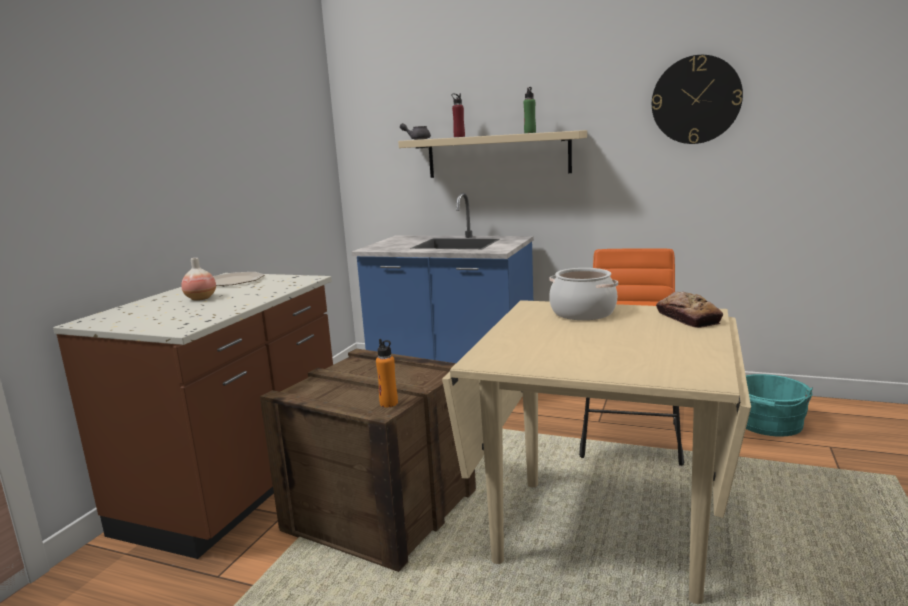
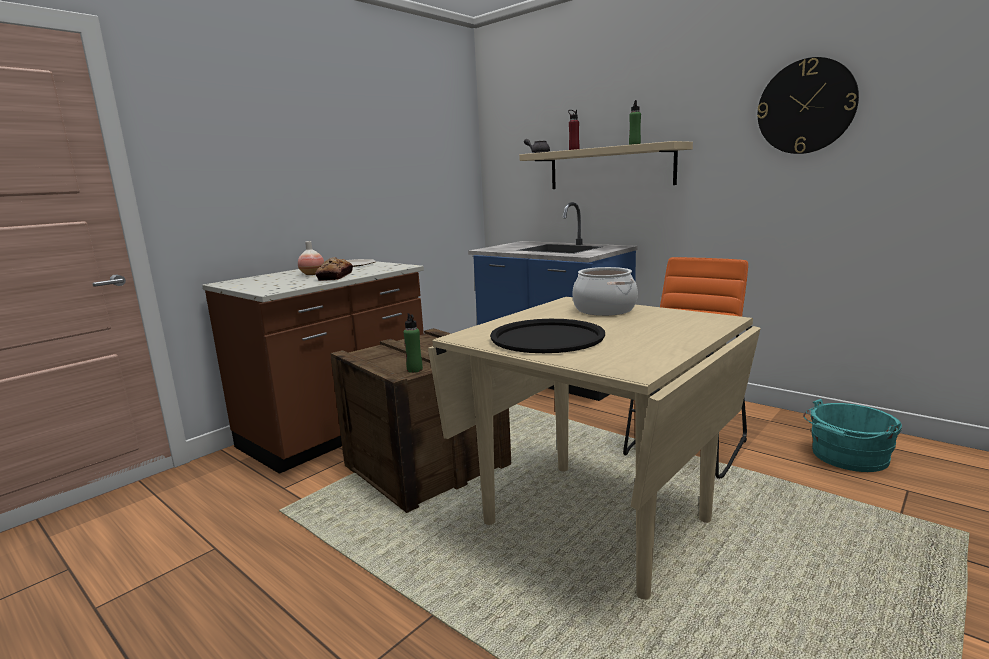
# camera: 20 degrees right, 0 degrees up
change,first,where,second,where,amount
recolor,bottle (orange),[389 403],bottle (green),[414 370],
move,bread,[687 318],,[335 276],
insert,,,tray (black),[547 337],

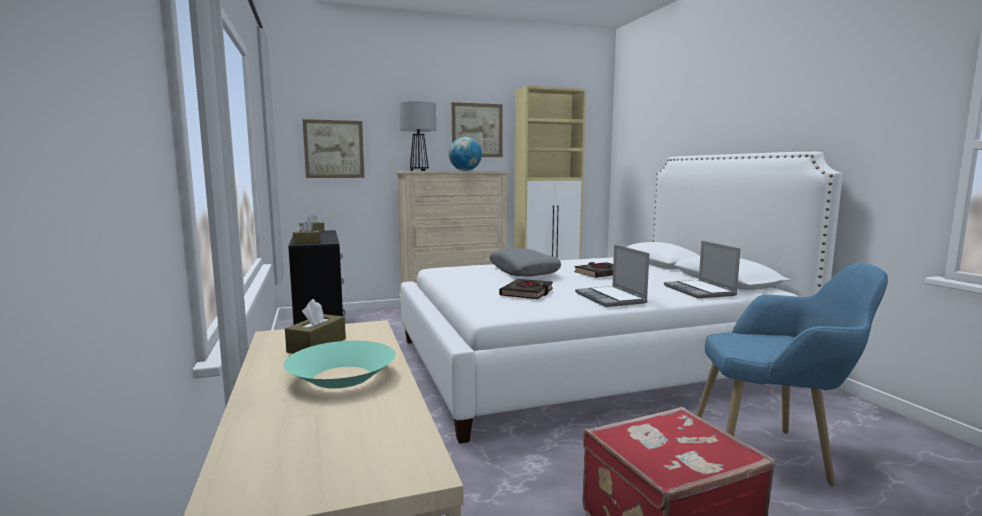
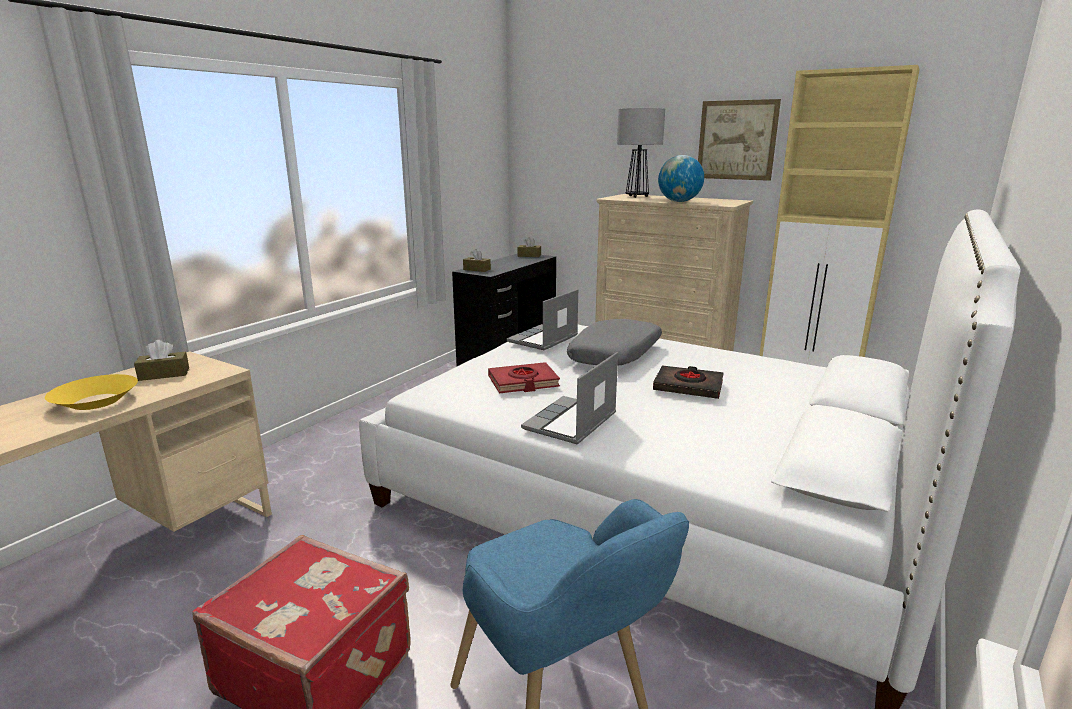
# camera: 50 degrees right, 10 degrees up
change,first,where,second,where,amount
recolor,bowl (turquoise),[342 377],bowl (yellow),[95 401],
delete,picture,[334 149],,,
recolor,book (black),[527 293],book (red),[523 382],
move,laptop,[700 291],,[543 339],

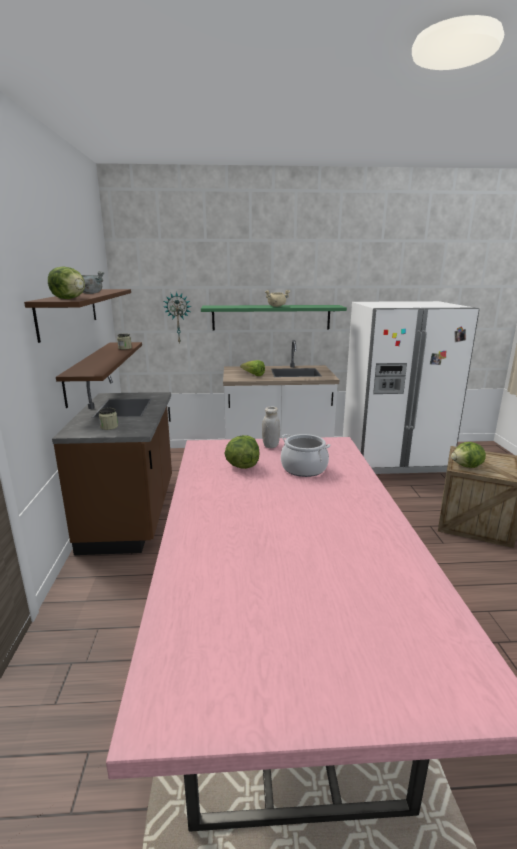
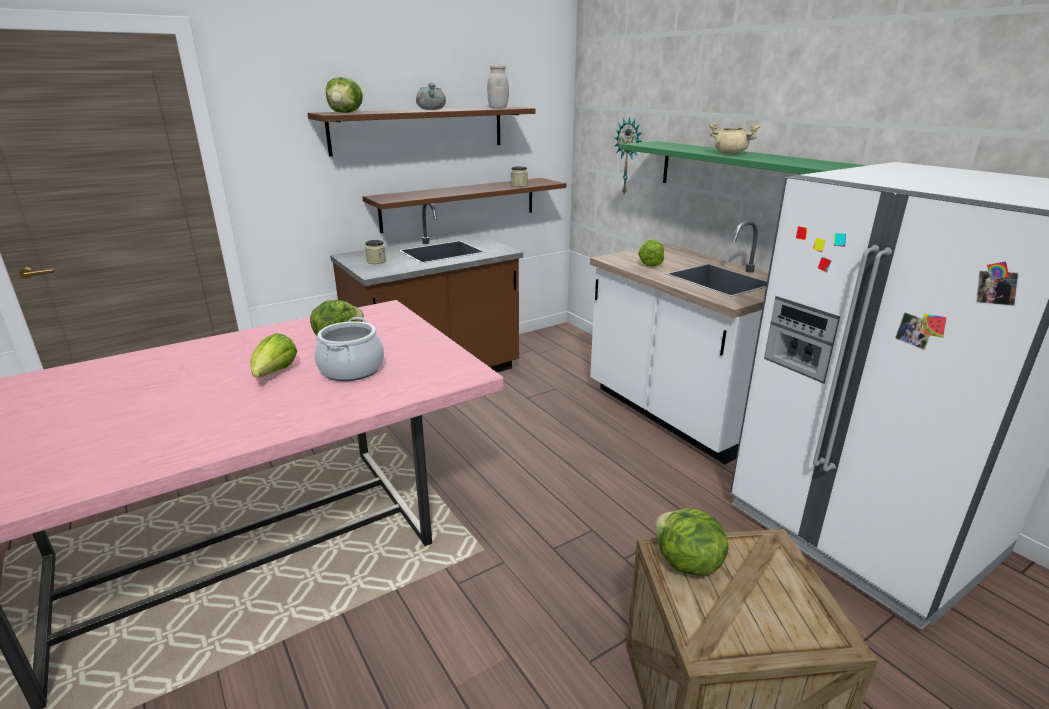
# camera: 60 degrees right, 5 degrees up
change,first,where,second,where,amount
move,jar (white),[270 445],,[498 108],
insert,,,lettuce,[274 374],

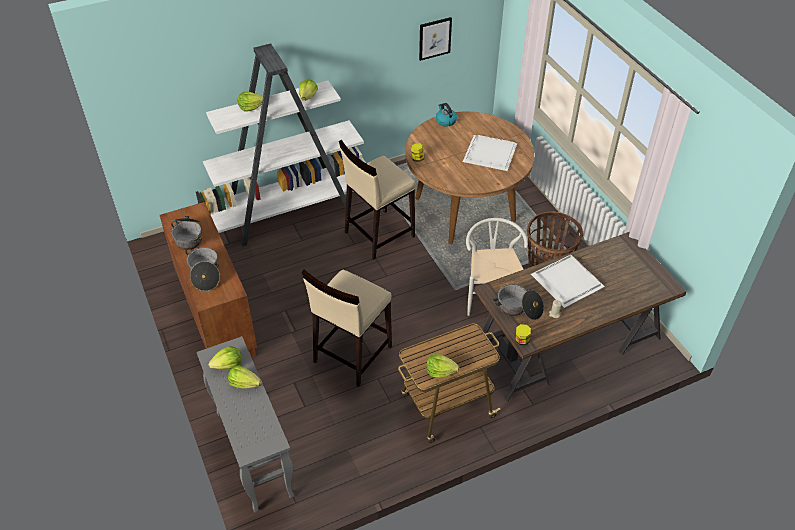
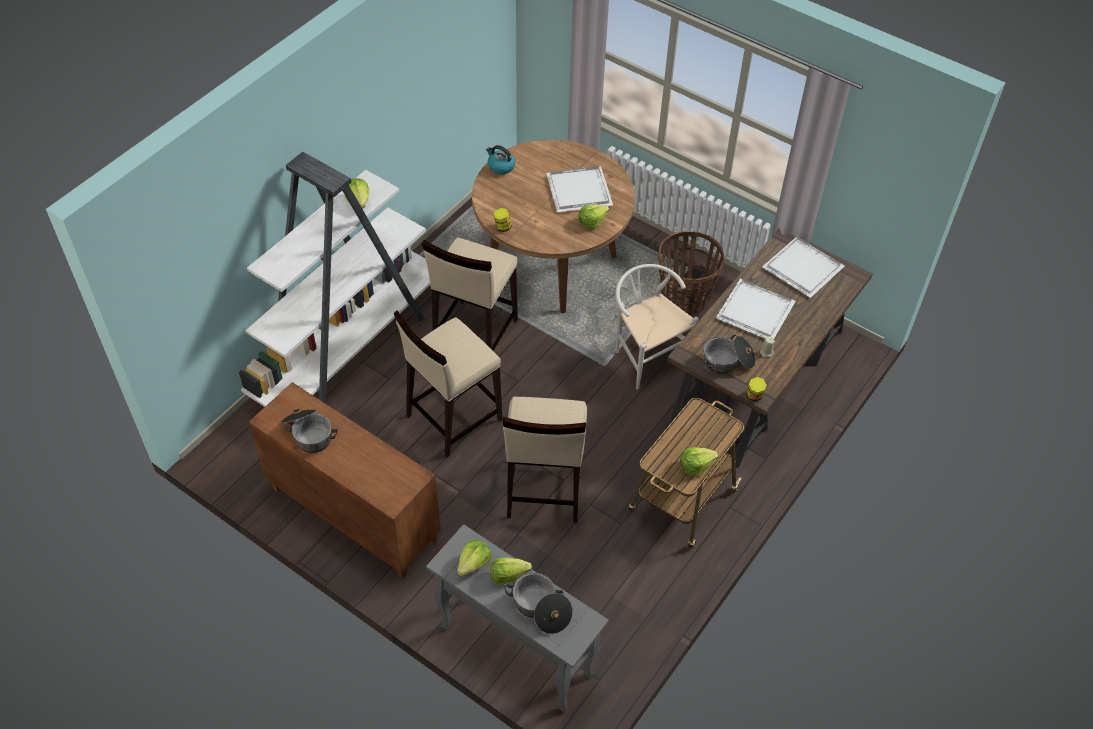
# camera: 30 degrees left, 5 degrees up
change,first,where,second,where,amount
move,cooking pot,[205 274],,[540 608],
move,lettuce,[251 107],,[592 221],
delete,picture,[435 38],,,
insert,,,stool (beige),[452 418],
insert,,,tray (white),[801 268],

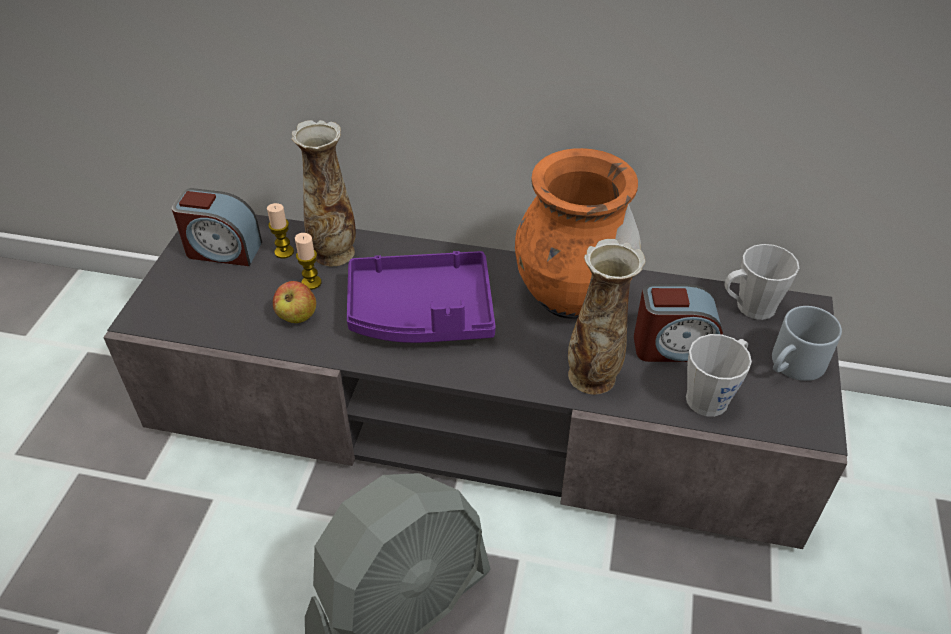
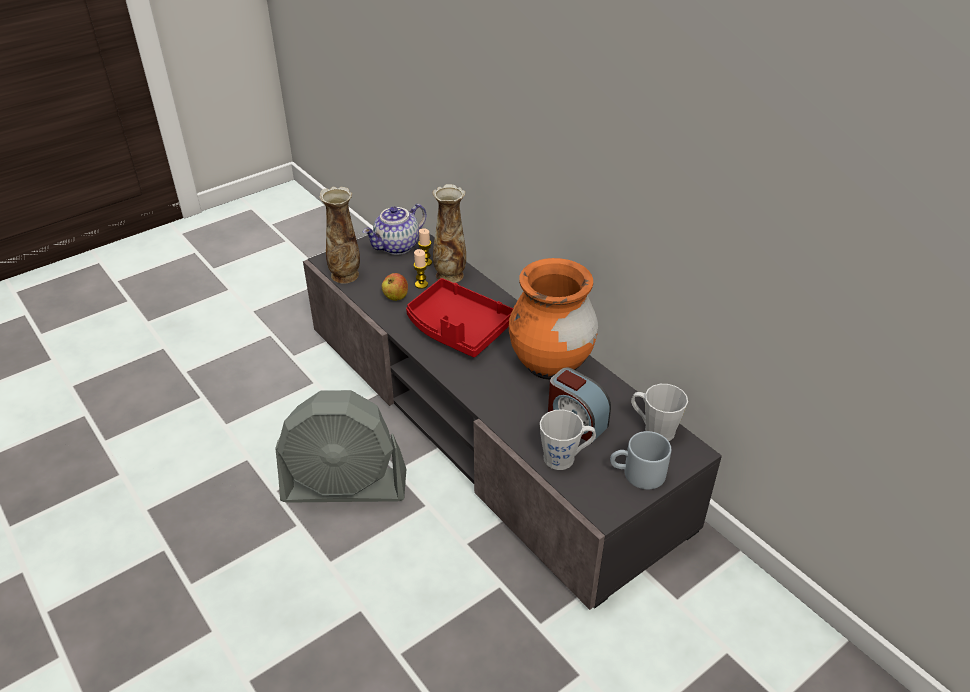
# camera: 40 degrees right, 5 degrees down
change,first,where,second,where,amount
replace,alarm clock,[222 250],teapot,[397 247],
recolor,tray (purple),[422 313],tray (red),[458 329],
move,vase,[593 377],,[345 275],

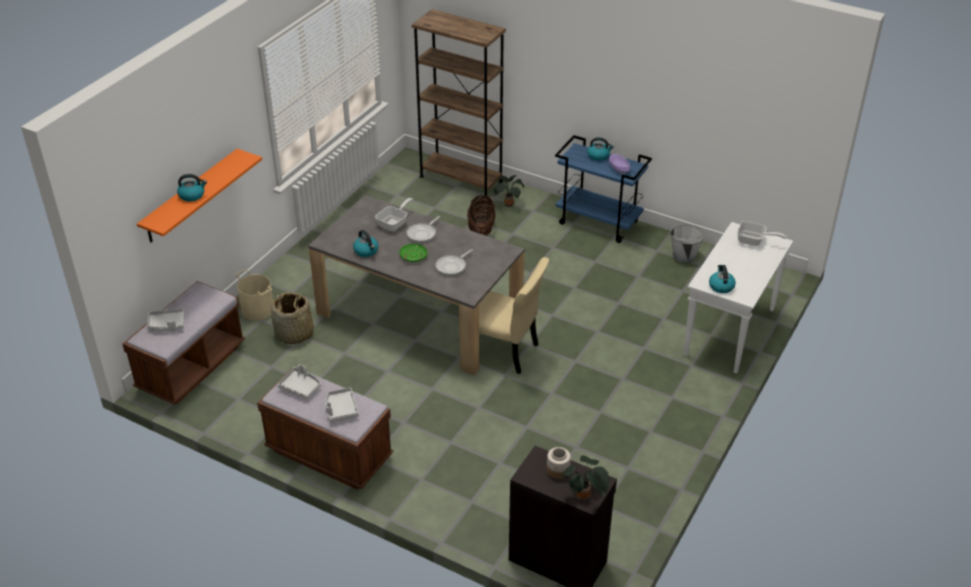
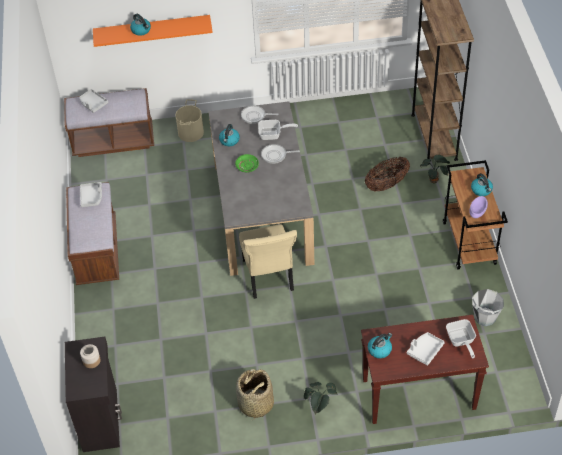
# camera: 55 degrees right, 10 degrees up
change,first,where,second,where,amount
move,basket,[294 334],,[255 404],
move,tray (grey),[341 409],,[425 350],
move,frying pan,[452 266],,[255 116],
recolor,cart (blue),[599 222],cart (brown),[469 243],
move,potted plant,[584 498],,[320 407],
recolor,console table (white),[729 333],console table (brown),[418 395],

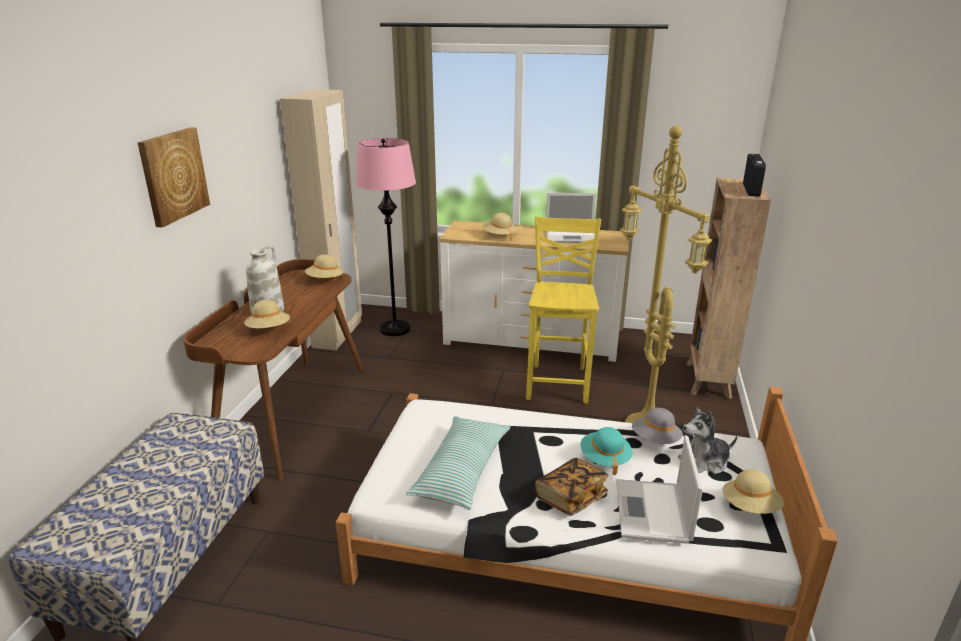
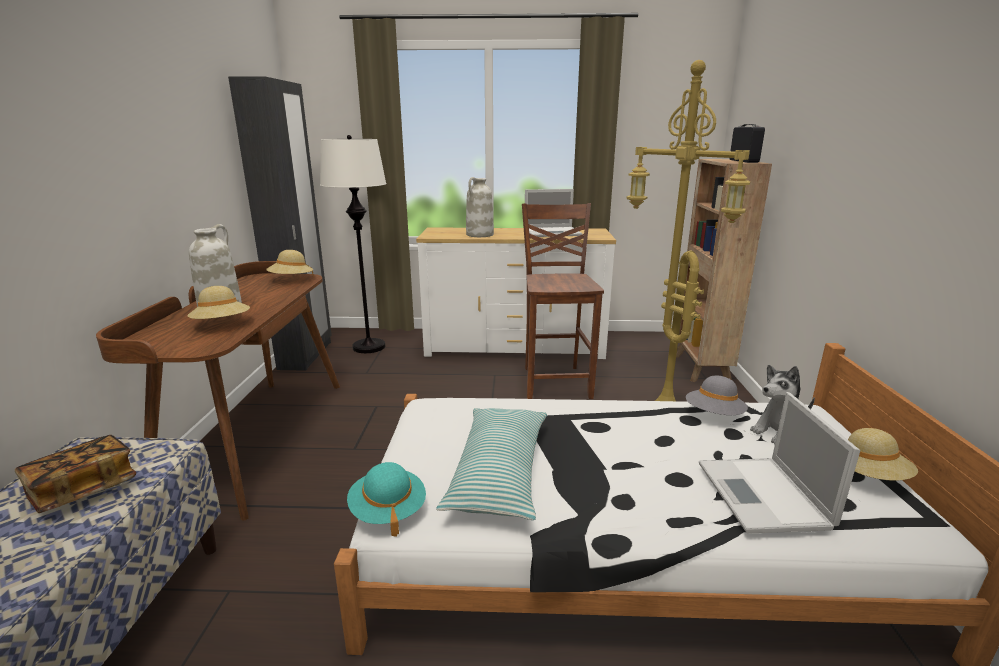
# camera: 10 degrees left, 5 degrees down
change,first,where,second,where,amount
delete,picture,[173 175],,,
recolor,wardrobe (beige),[338 334],wardrobe (black),[306 355],
recolor,floor lamp (pink),[395 329],floor lamp (white),[369 347],
replace,hat (beige),[499 236],vase (white),[479 235],
recolor,chair (yellow),[558 382],chair (brown),[556 382],
move,book,[570 497],,[83 489],
move,hat (turquoise),[605 458],,[388 511],

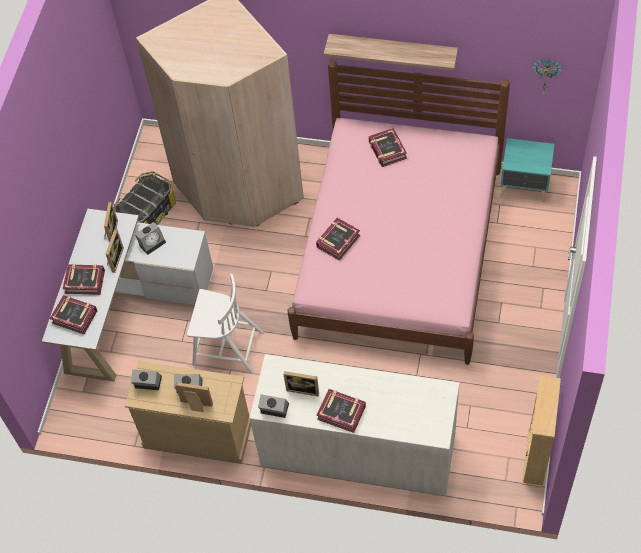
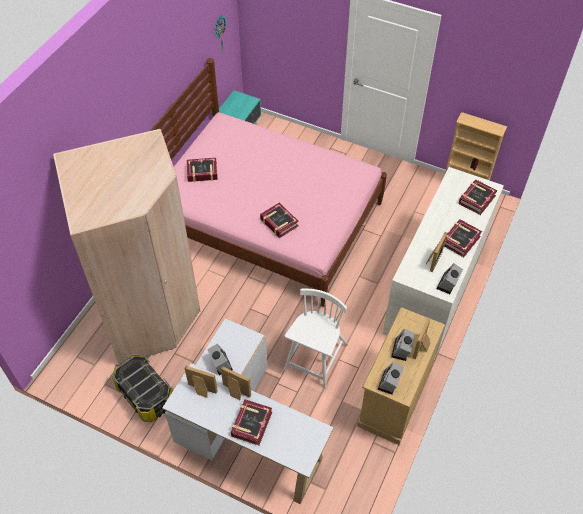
# camera: 80 degrees left, 5 degrees down
change,first,where,second,where,amount
move,book,[75 316],,[476 199],
delete,shelf,[392 49],,,

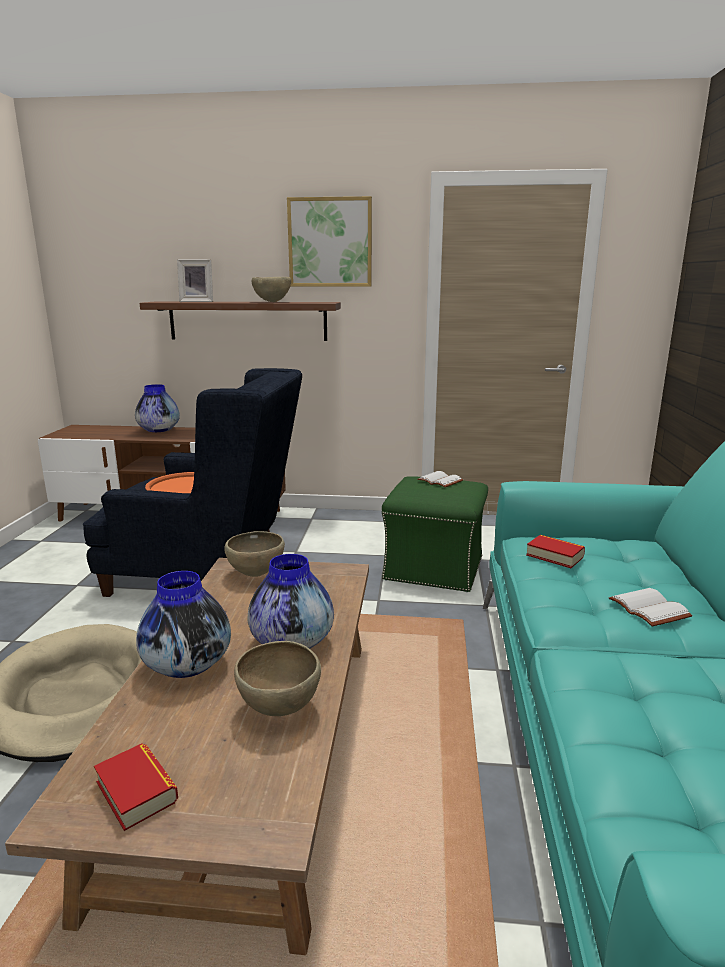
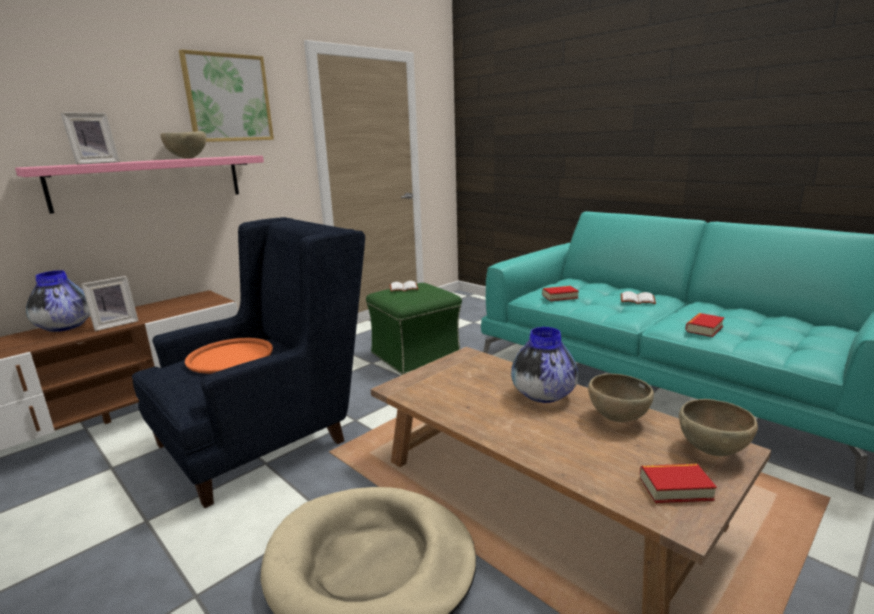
# camera: 50 degrees left, 0 degrees up
change,first,where,second,where,amount
delete,vase,[187 665],,,
recolor,shelf (brown),[247 321],shelf (pink),[150 182],
move,bowl (brown),[256 574],,[712 451],
insert,,,picture frame,[115 324],
insert,,,book,[704 329],

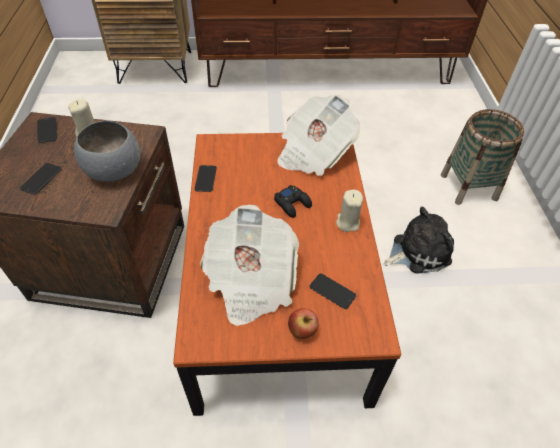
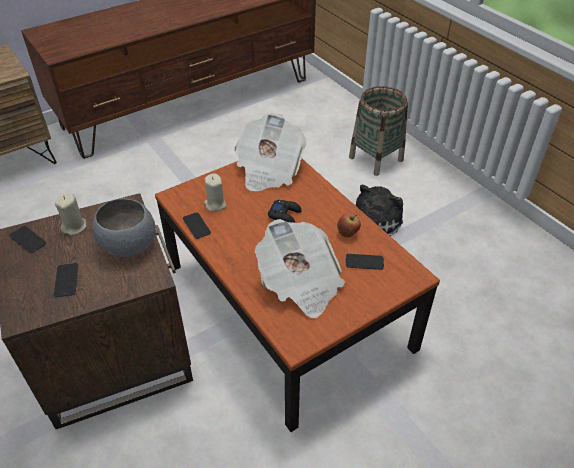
# camera: 30 degrees left, 5 degrees down
change,first,where,second,where,amount
move,apple,[302 331],,[348 233],
move,candle (beige),[347 223],,[215 205],

